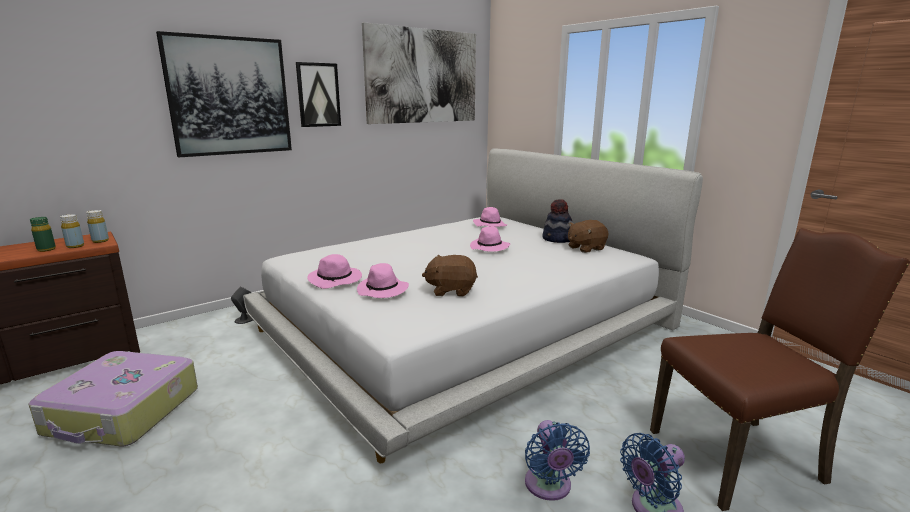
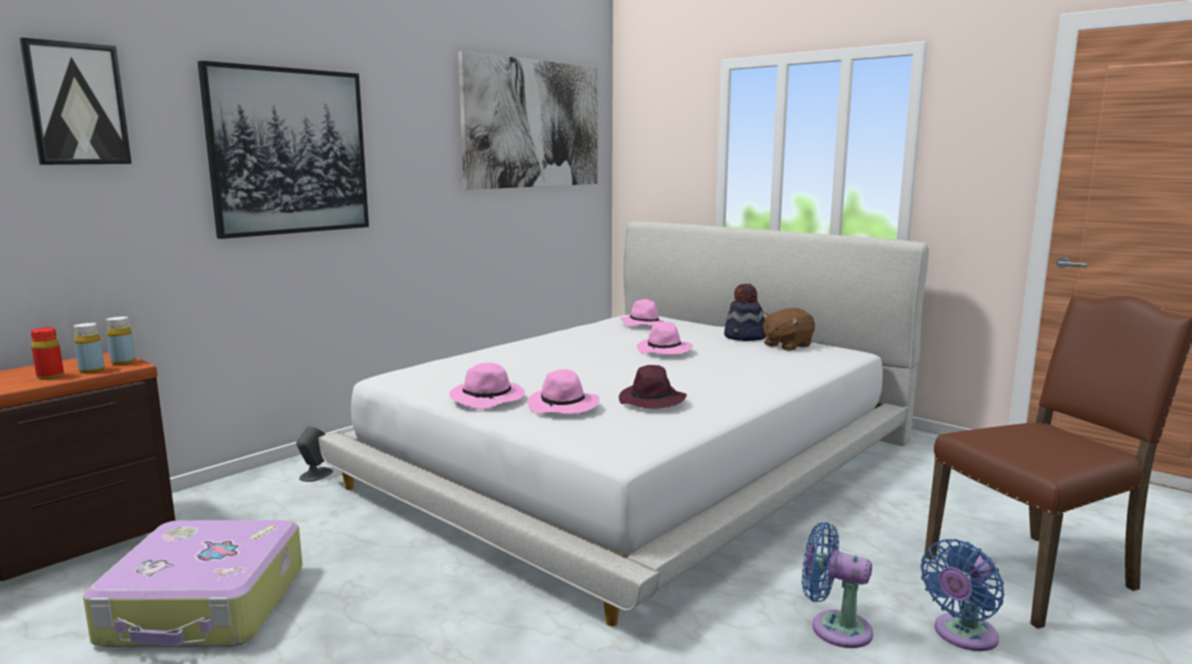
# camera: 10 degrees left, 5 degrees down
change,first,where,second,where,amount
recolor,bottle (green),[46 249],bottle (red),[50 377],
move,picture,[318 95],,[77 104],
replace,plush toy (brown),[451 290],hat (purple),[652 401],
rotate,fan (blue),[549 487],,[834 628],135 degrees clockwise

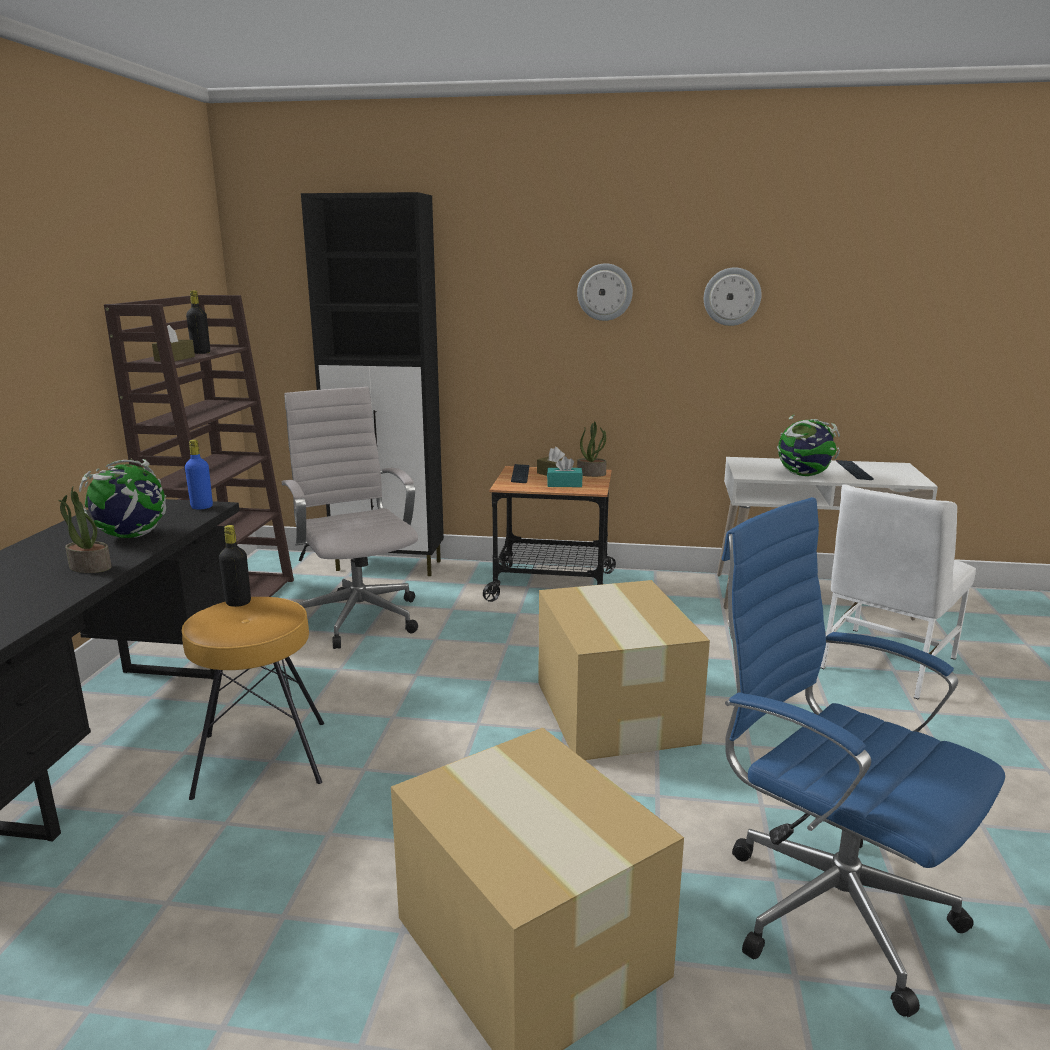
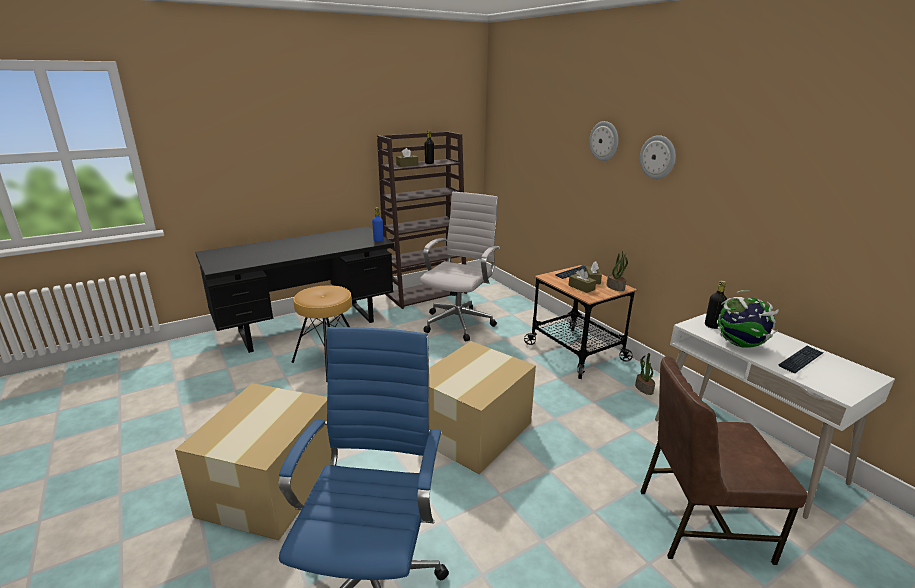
# camera: 50 degrees right, 5 degrees up
change,first,where,second,where,amount
move,potted plant,[89 567],,[643 388],
delete,globe,[130 536],,,
move,bottle (black),[238 603],,[712 326],
delete,cabinet (black),[390 566],,,
recolor,tissue box (turquoise),[564 484],tissue box (brown),[581 287],
move,wall clock,[732 296],,[604 141],
recolor,chair (white),[884 663],chair (brown),[699 523],

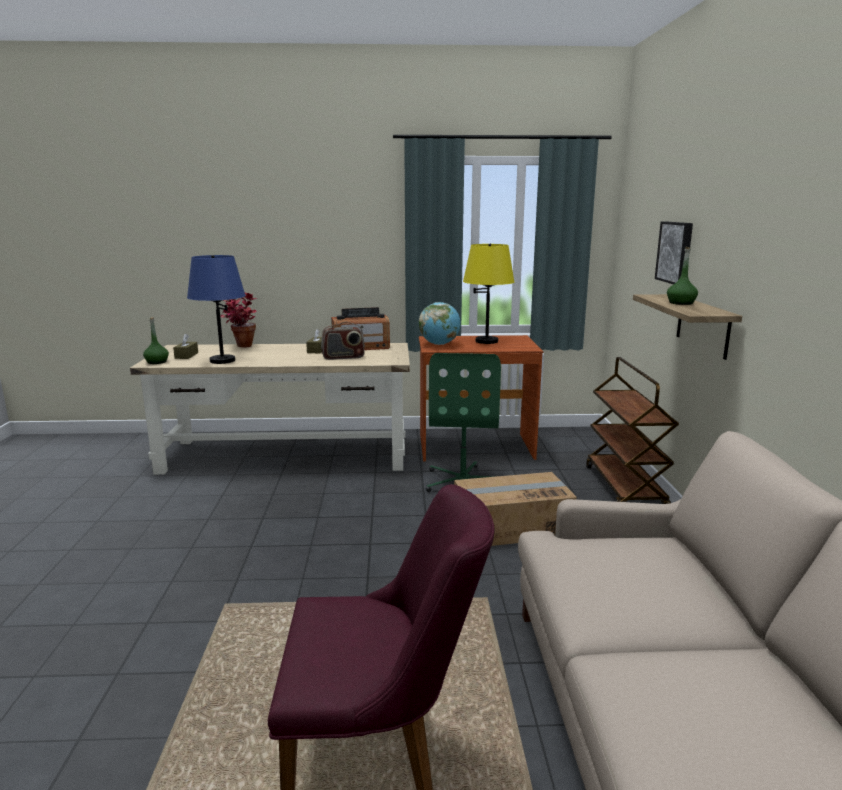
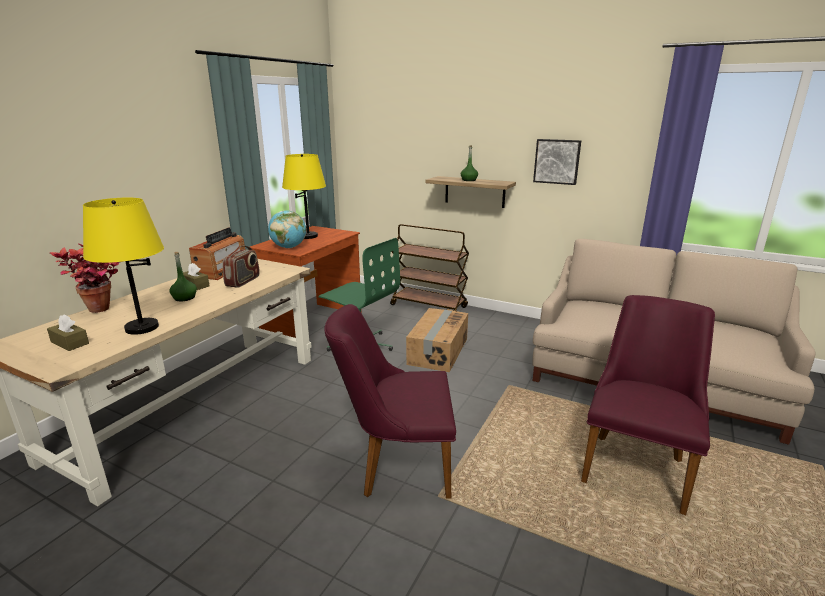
# camera: 60 degrees left, 5 degrees up
change,first,where,second,where,amount
move,bottle (green),[157 362],,[185 298],
recolor,table lamp (blue),[222 361],table lamp (yellow),[141 328],
move,picture,[676 252],,[557 161],
insert,,,chair (purple),[396 466],

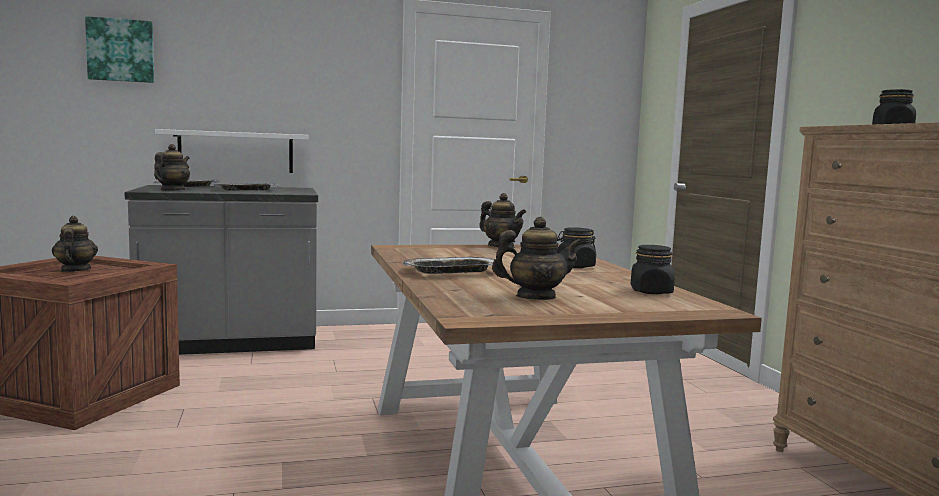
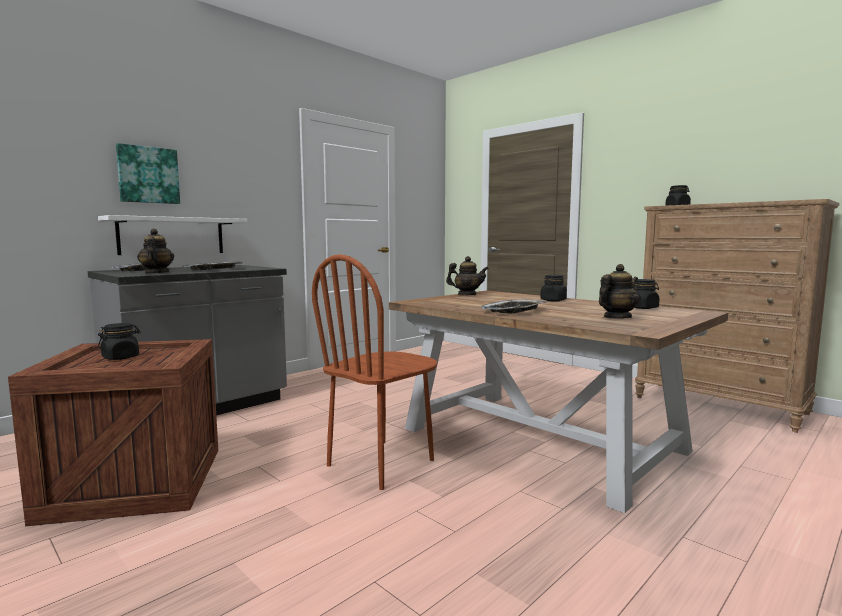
# camera: 30 degrees left, 0 degrees up
change,first,where,second,where,amount
replace,teapot,[75 270],jar (black),[121 357],
move,picture,[121 50],,[148 175],
insert,,,chair (brown),[381 463],

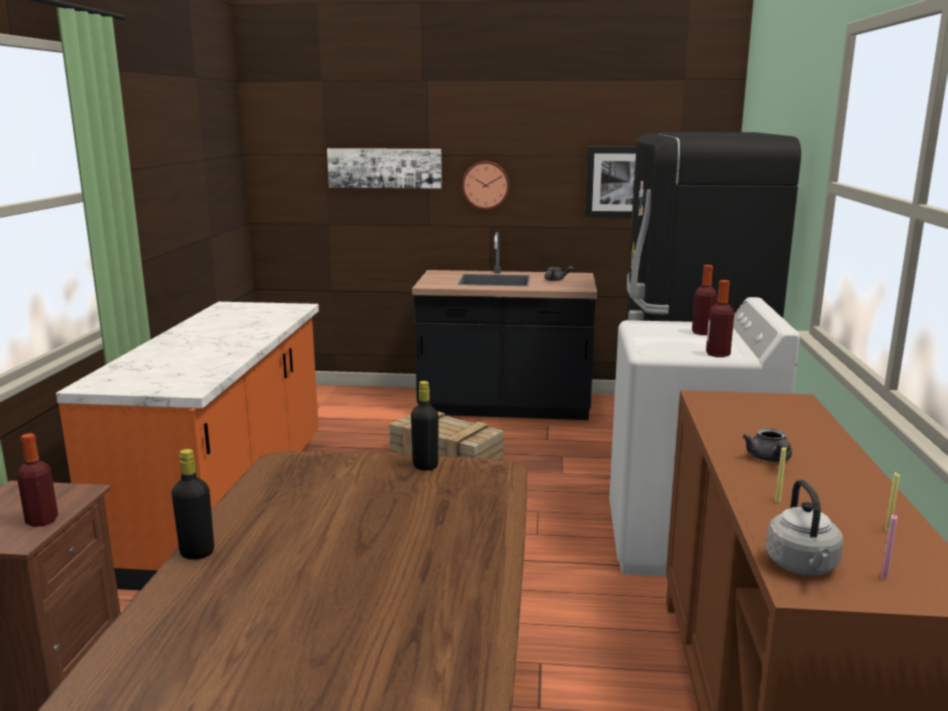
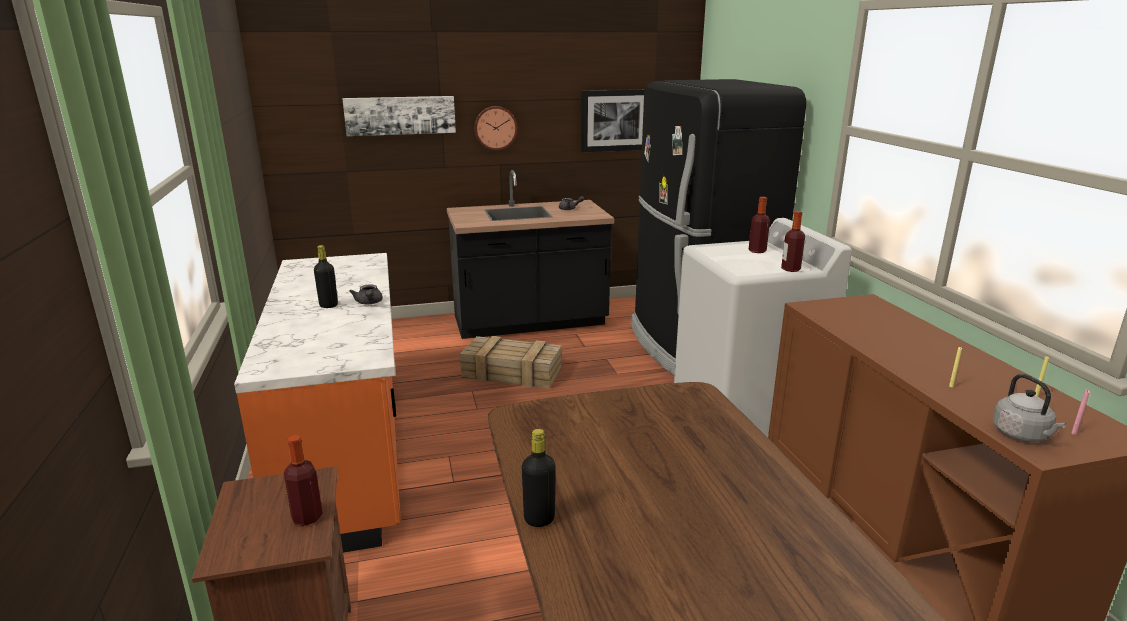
# camera: 20 degrees left, 5 degrees up
change,first,where,second,where,amount
move,bottle (black),[425 466],,[328 305],
move,teapot (grey),[769 459],,[369 303],

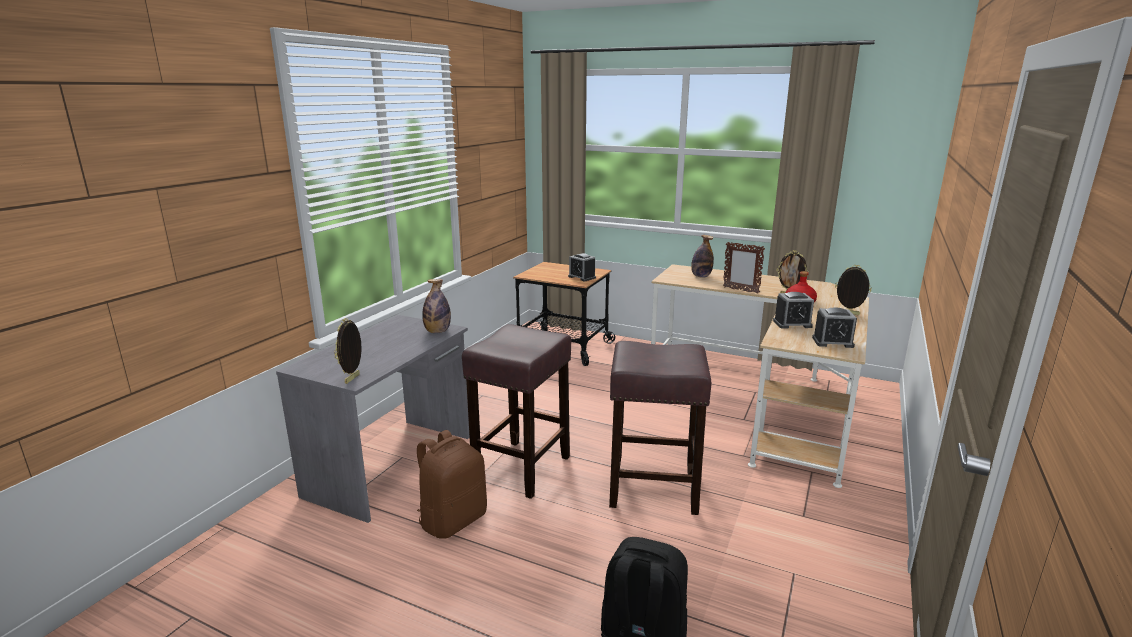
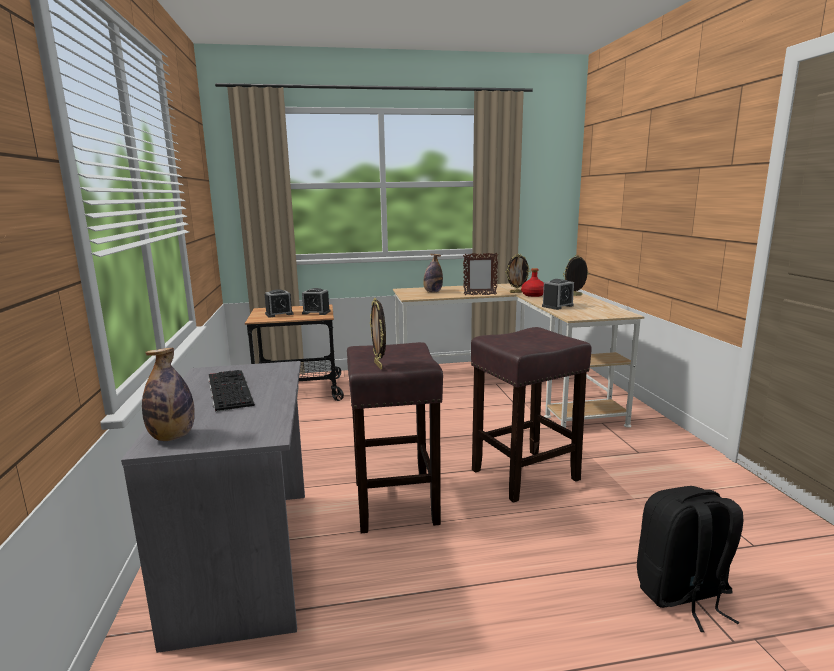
# camera: 35 degrees left, 5 degrees down
change,first,where,second,where,amount
move,picture frame,[353 379],,[379 365],
delete,backpack (brown),[453 520],,,
move,bottle,[437 331],,[172 437],
move,alarm clock,[832 342],,[279 314],
insert,,,keyboard,[228 390],

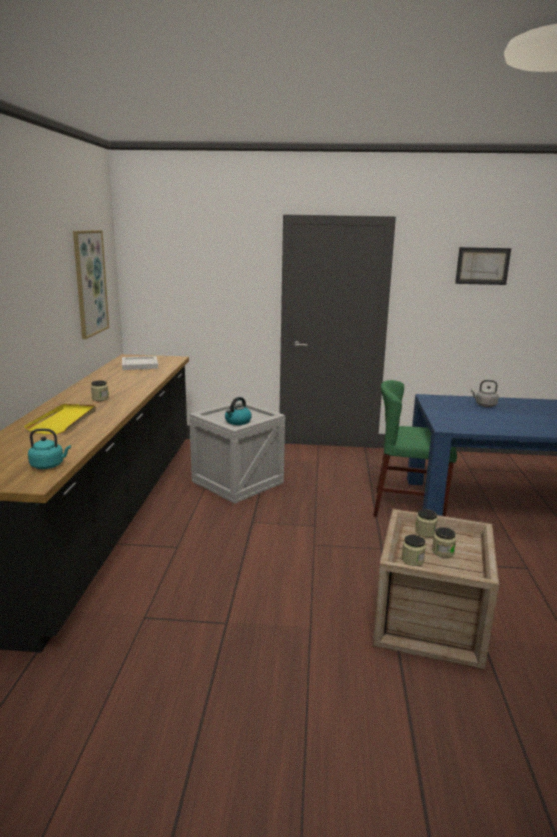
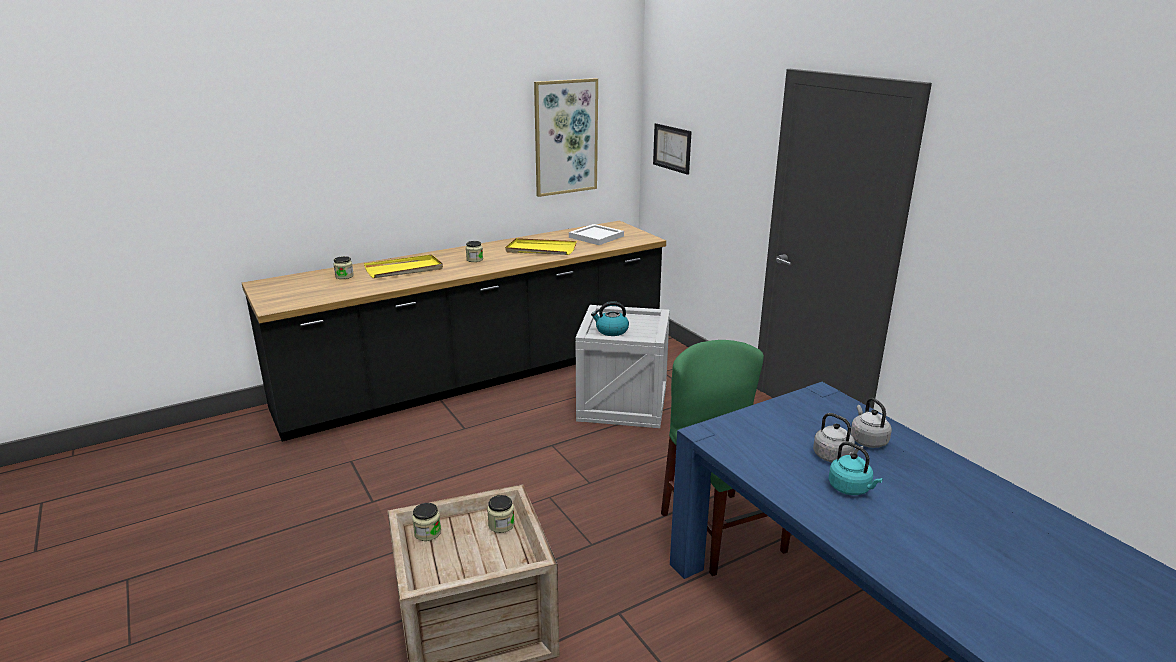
# camera: 55 degrees right, 5 degrees up
change,first,where,second,where,amount
move,kettle (turquoise),[49 465],,[851 488],
move,jar,[443 552],,[344 276],
move,picture,[482 266],,[672 148],
insert,,,tray (yellow),[540 250],
insert,,,kettle (grey),[834 457],

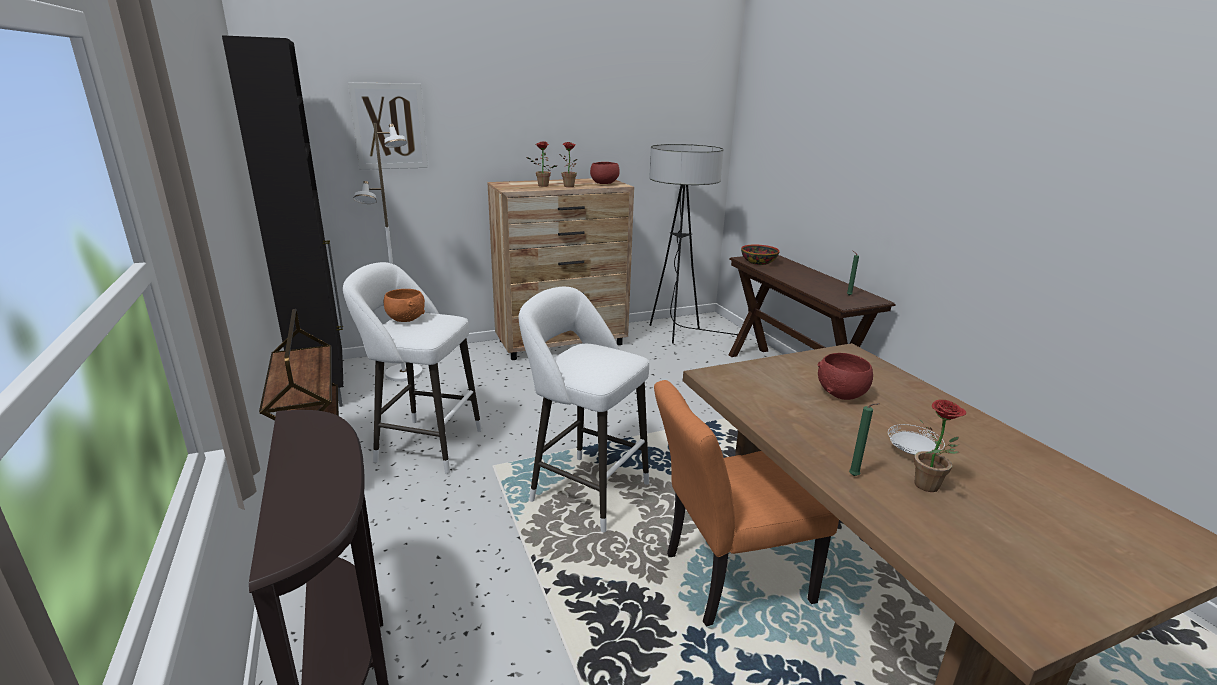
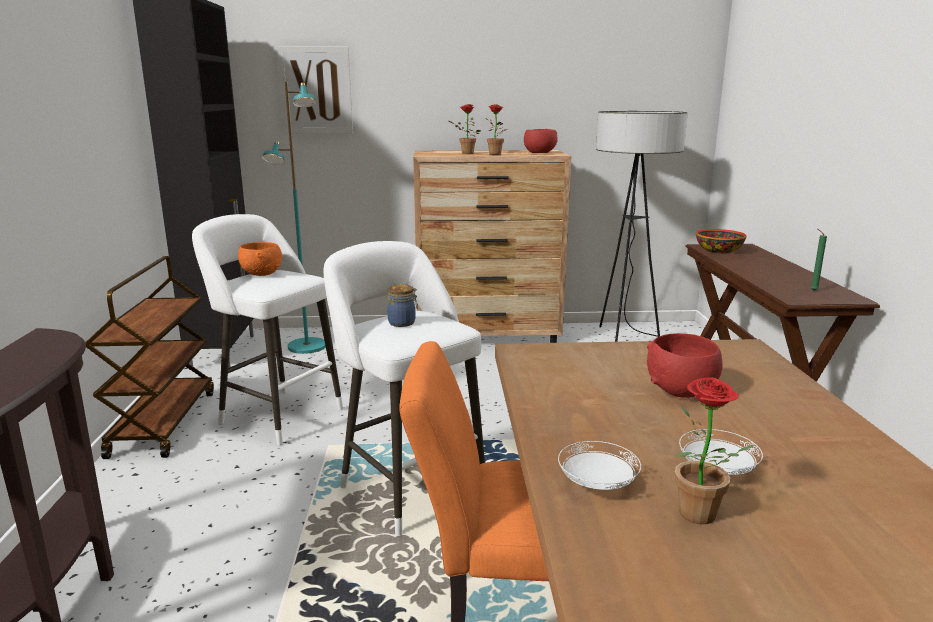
# camera: 20 degrees right, 5 degrees down
change,first,where,second,where,amount
recolor,floor lamp (white),[404 373],floor lamp (turquoise),[307 347],
replace,candle (green),[855 476],plate (white),[597 485],
insert,,,jar,[403 323],

